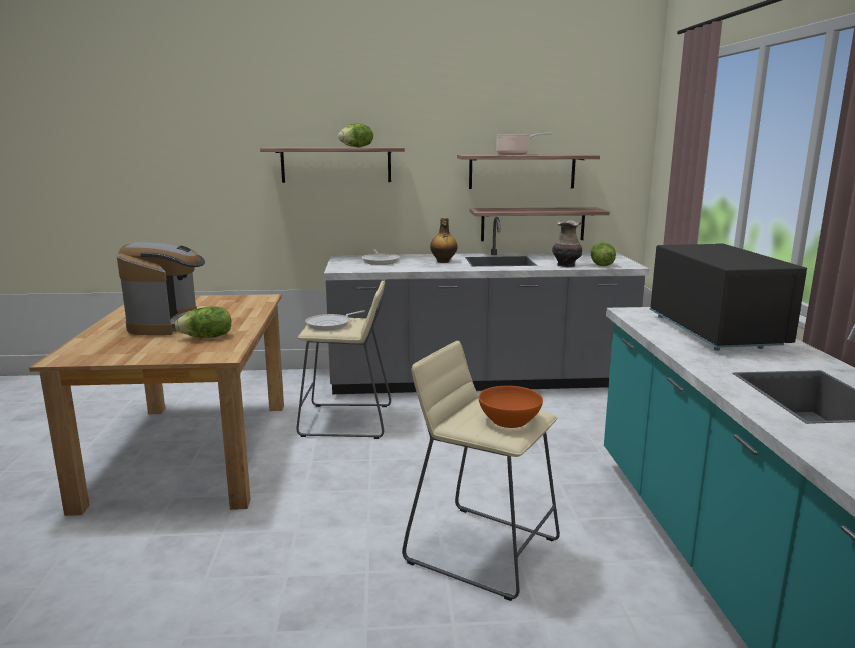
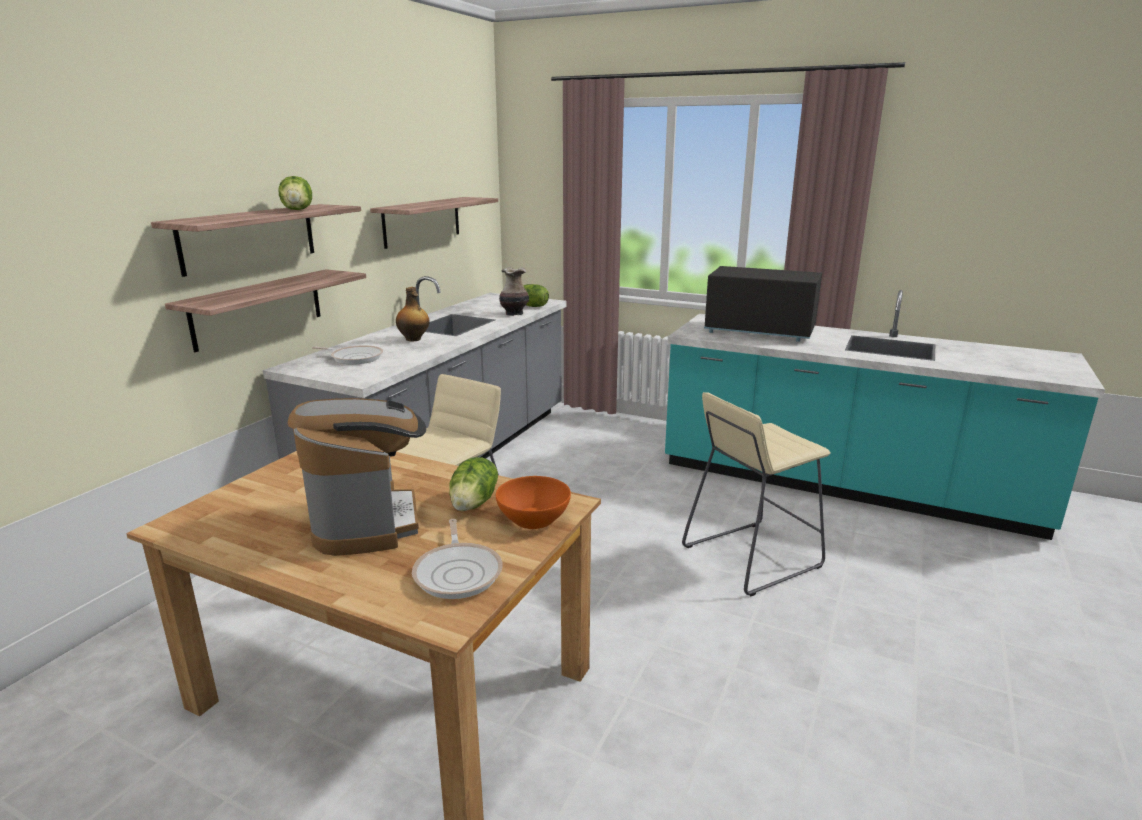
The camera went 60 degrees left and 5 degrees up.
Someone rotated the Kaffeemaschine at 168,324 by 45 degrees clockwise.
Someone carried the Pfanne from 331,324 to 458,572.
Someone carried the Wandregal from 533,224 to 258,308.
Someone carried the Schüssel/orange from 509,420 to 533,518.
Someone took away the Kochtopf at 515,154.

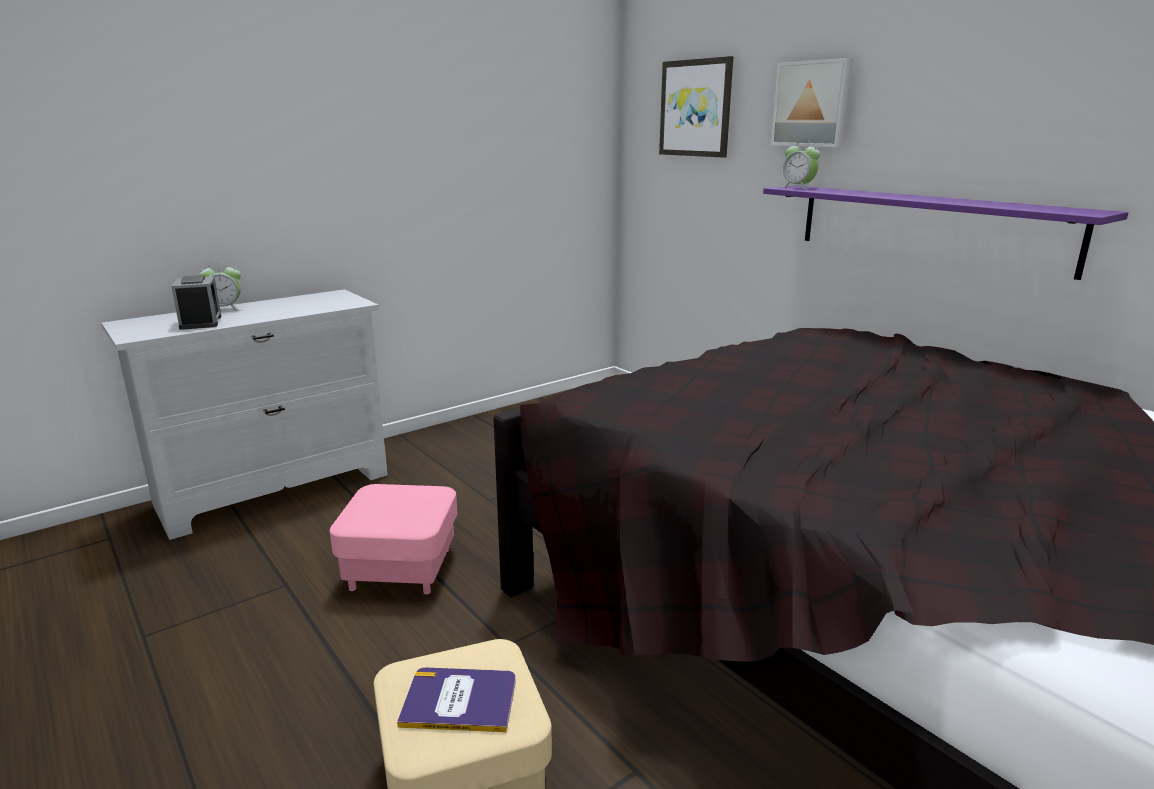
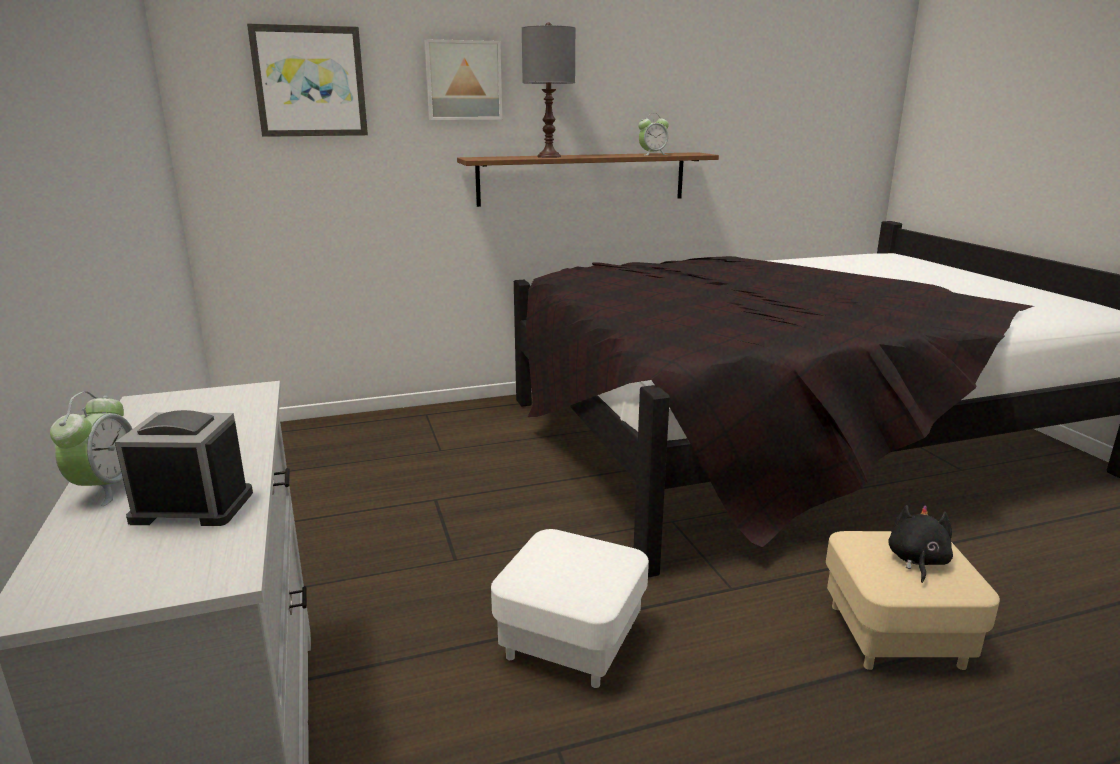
The camera went 70 degrees left and 0 degrees up.
Someone repainted the Polsterhocker/rosa at 401,569, which became the Polsterhocker/weiß at 571,641.
Someone swapped the Buch at 459,700 for the Plüschtier/schwarz at 917,561.
Someone repainted the Wandregal/lila at 928,227, which became the Wandregal/braun at 583,178.
Someone carried the Wecker from 798,187 to 652,154.
Someone put down the Tischlampe/grau at 548,156.

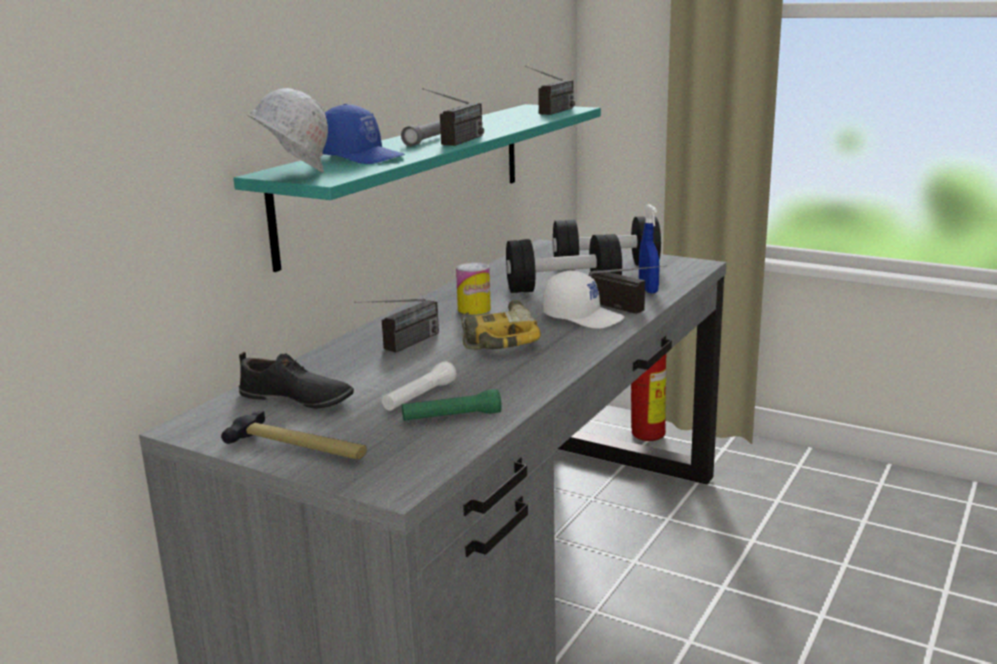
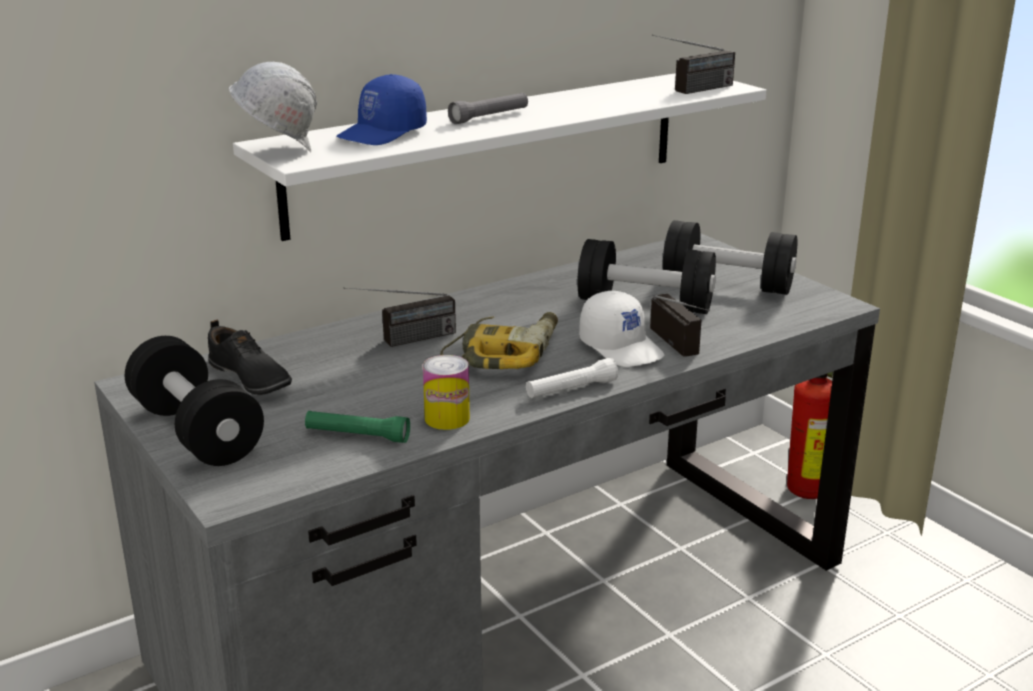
The camera went 25 degrees right and 5 degrees up.
Someone swapped the Hammer at 299,448 for the Hantel/schwarz at 196,432.
Someone repainted the Wandregal/türkis at 410,177, which became the Wandregal/weiß at 490,150.
Someone rotated the Kappe/blau at 362,157 by 75 degrees clockwise.
Someone carried the Taschenlampe/weiß from 419,397 to 571,389.
Someone took away the Radio at 456,143.
Someone carried the Dose from 474,309 to 447,418.
Someone took away the Sprühflasche/blau at 648,290.

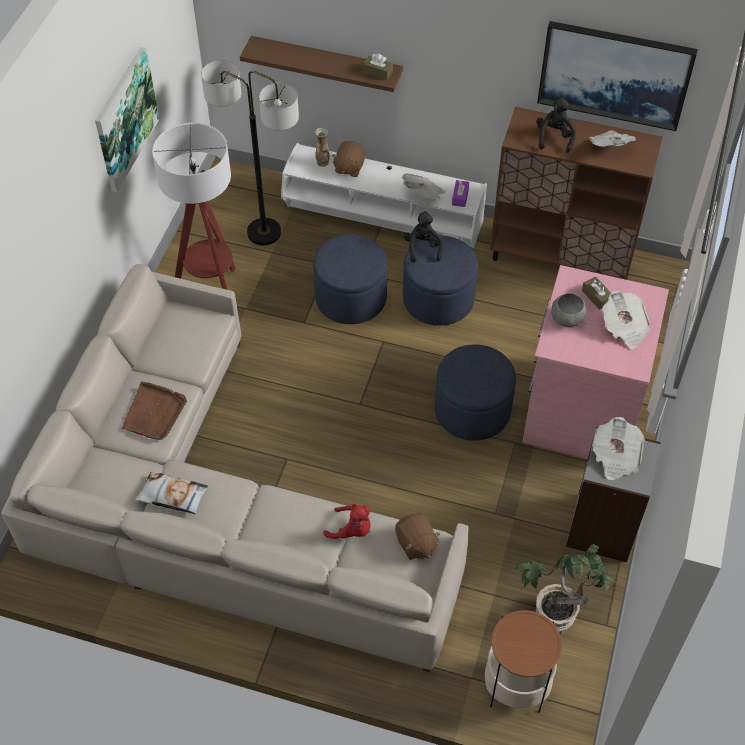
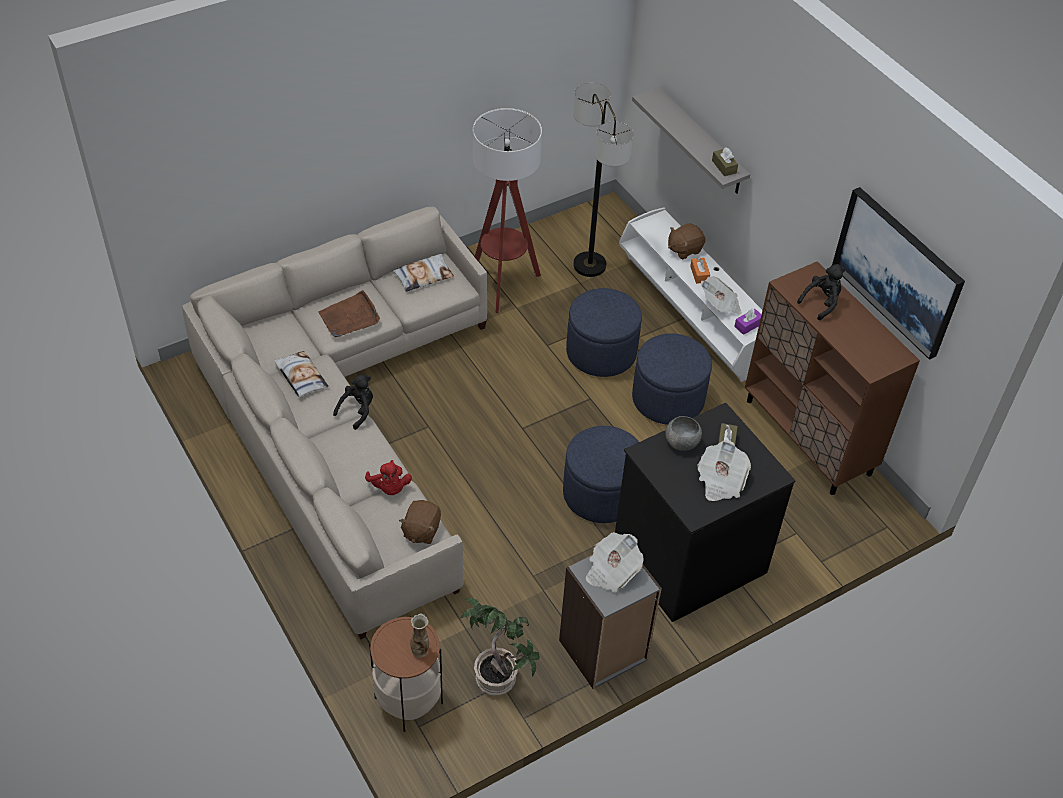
The camera went 40 degrees right and 5 degrees down.
Someone took away the Bild at 125,119.
Someone repainted the Wandregal/braun at 326,64, which became the Wandregal/grau at 701,142.
Someone carried the Vase from 322,162 to 420,650.
Someone carried the Plüschtier/schwarz from 423,248 to 357,410.
Someone repainted the Kommode/rosa at 580,410, which became the Kommode/schwarz at 688,556.
Someone took away the Zeitung at 610,148.
Someone put down the Kissen at 423,276.
Someone put down the Taschentuchbox/orange at 699,274.

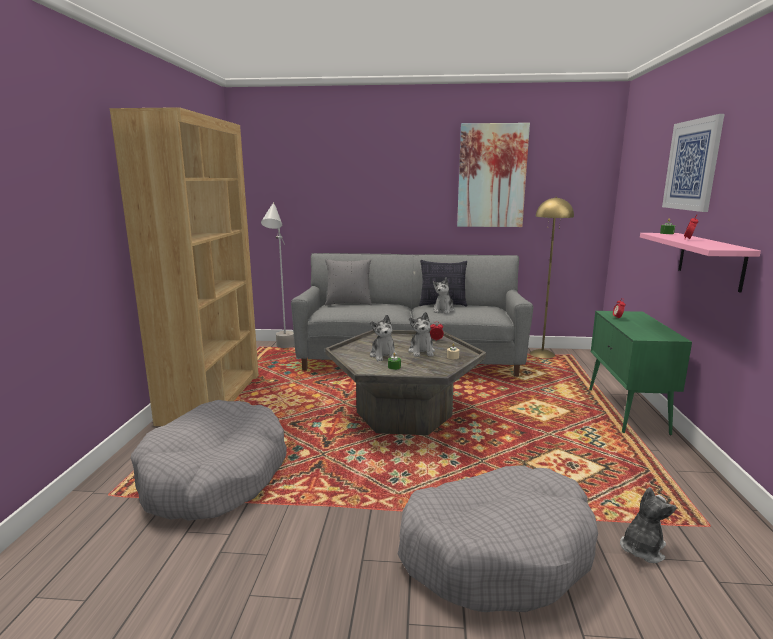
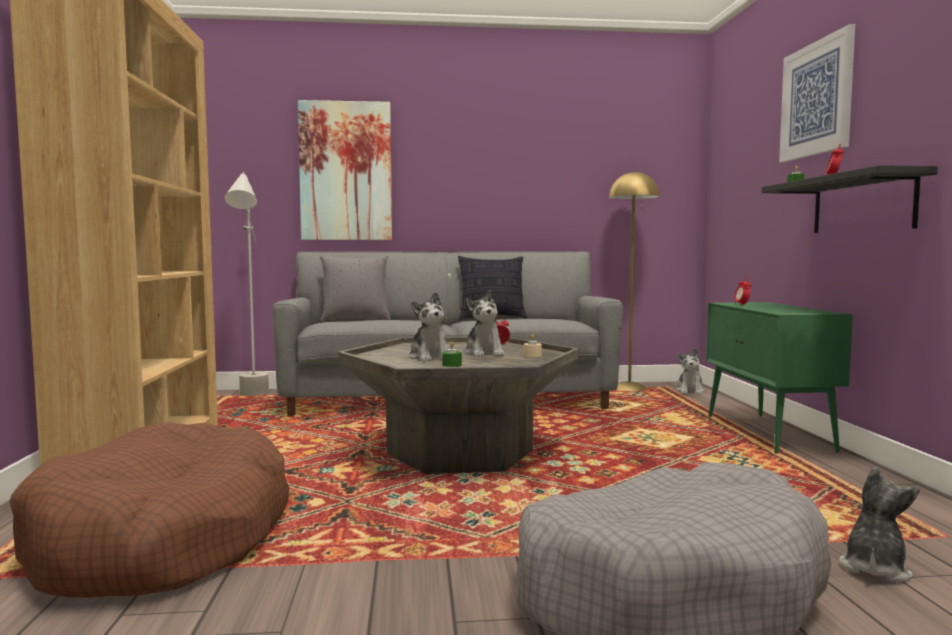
The camera went 10 degrees left and 10 degrees down.
Someone repainted the Hundebett/grau at 214,476, which became the Hundebett/braun at 163,539.
Someone carried the Plüschtier from 444,310 to 690,391.
Someone carried the Bild from 492,176 to 346,171.
Someone repainted the Wandregal/rosa at 710,260, which became the Wandregal/schwarz at 862,204.

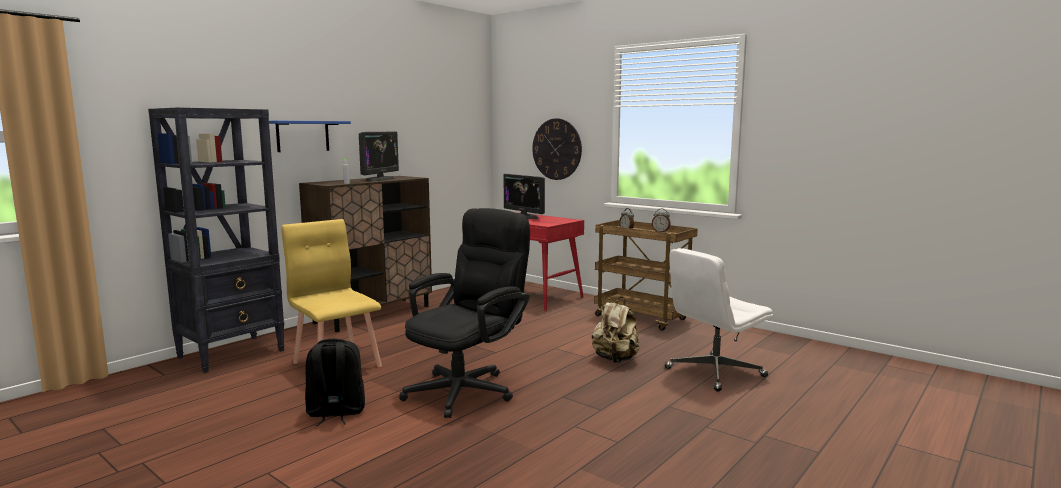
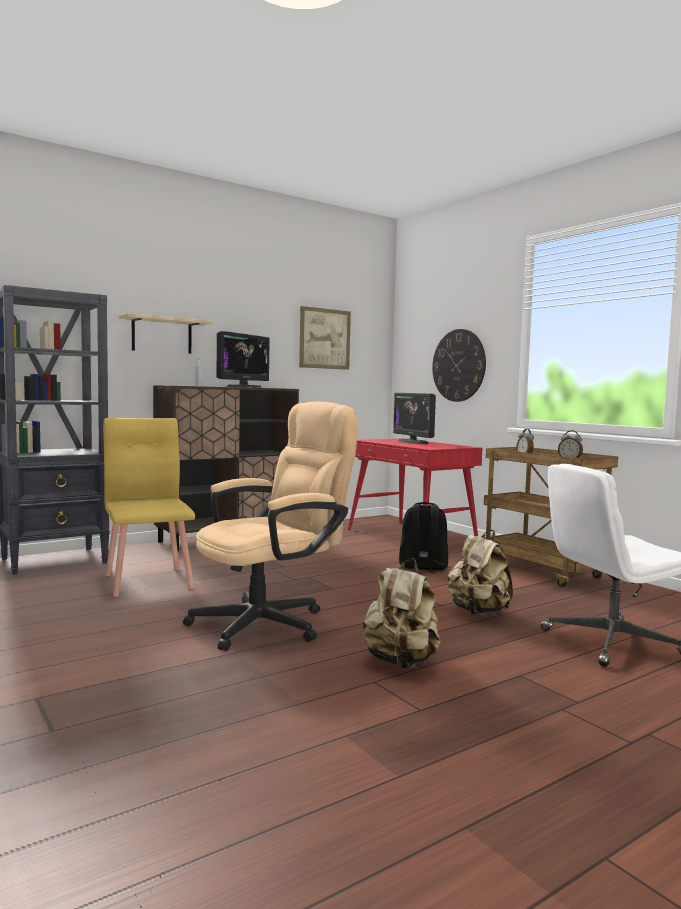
The camera went 15 degrees right and 5 degrees down.
Someone repainted the Wandregal/blau at 303,136, which became the Wandregal/beige at 162,335.
Someone carried the Rucksack/schwarz from 335,413 to 422,568.
Someone repainted the Bürostuhl/schwarz at 468,389, which became the Bürostuhl/beige at 271,622.
Someone put up the Bild at 324,338.
Someone put down the Rucksack/beige at 401,662.

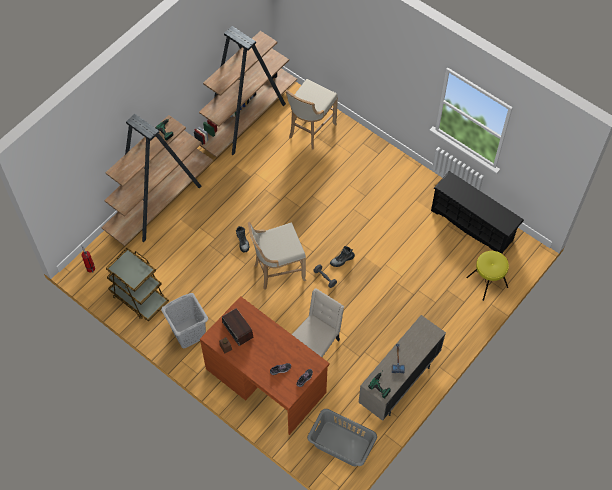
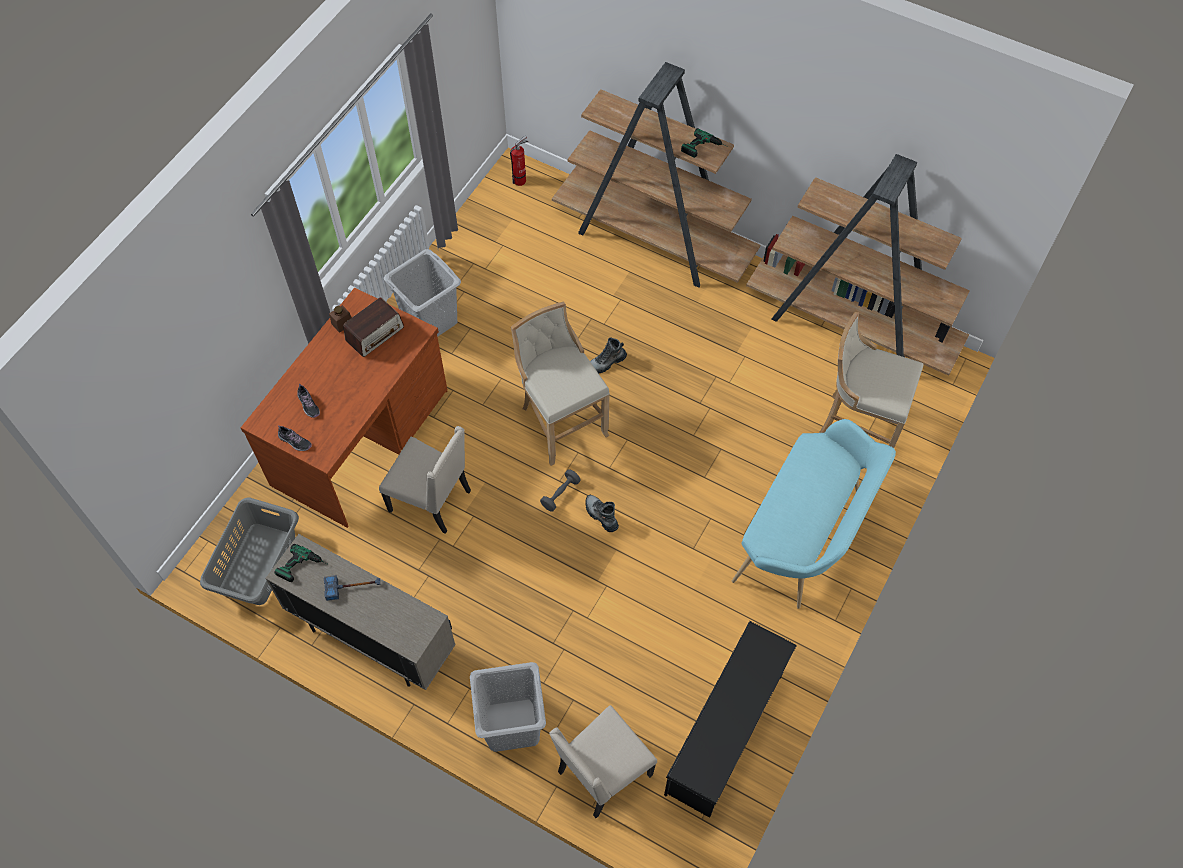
The camera went 80 degrees right and 0 degrees up.
Someone took away the Rollwagen/braun at 139,298.
Someone swapped the Hocker/gelb at 487,282 for the Stuhl/beige at 602,774.
Someone put down the Wäschekorb/grau at 511,724.
Someone put down the Bank/türkis at 804,537.

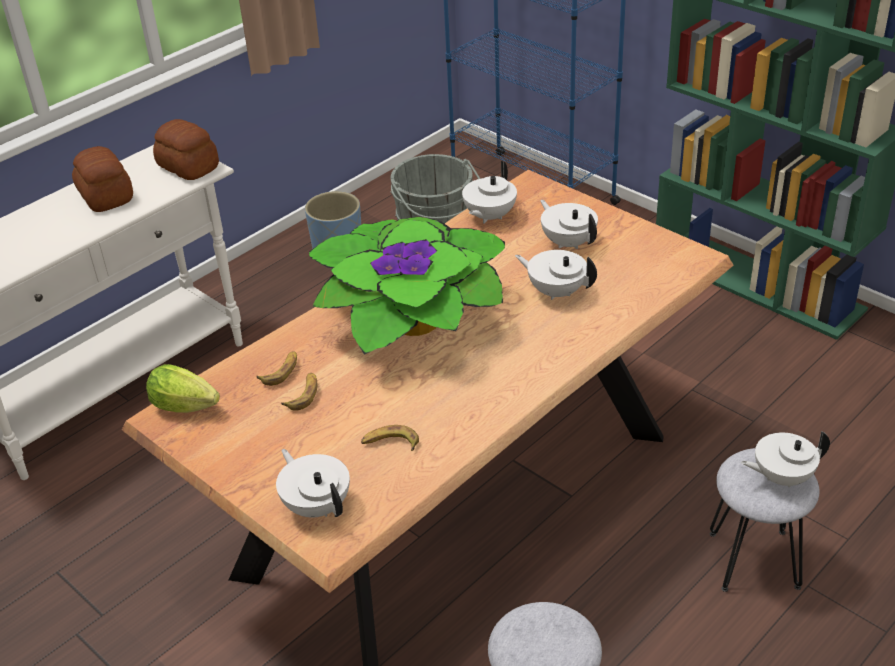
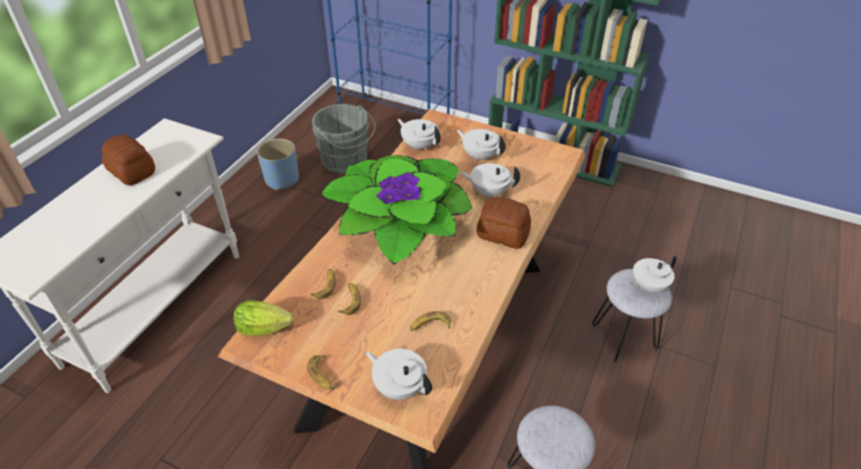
The camera went 20 degrees left and 5 degrees up.
Someone carried the Brot from 188,166 to 502,233.
Someone rotated the Teekanne/weiß at 489,216 by 120 degrees clockwise.
Someone put down the Banane at 322,375.

